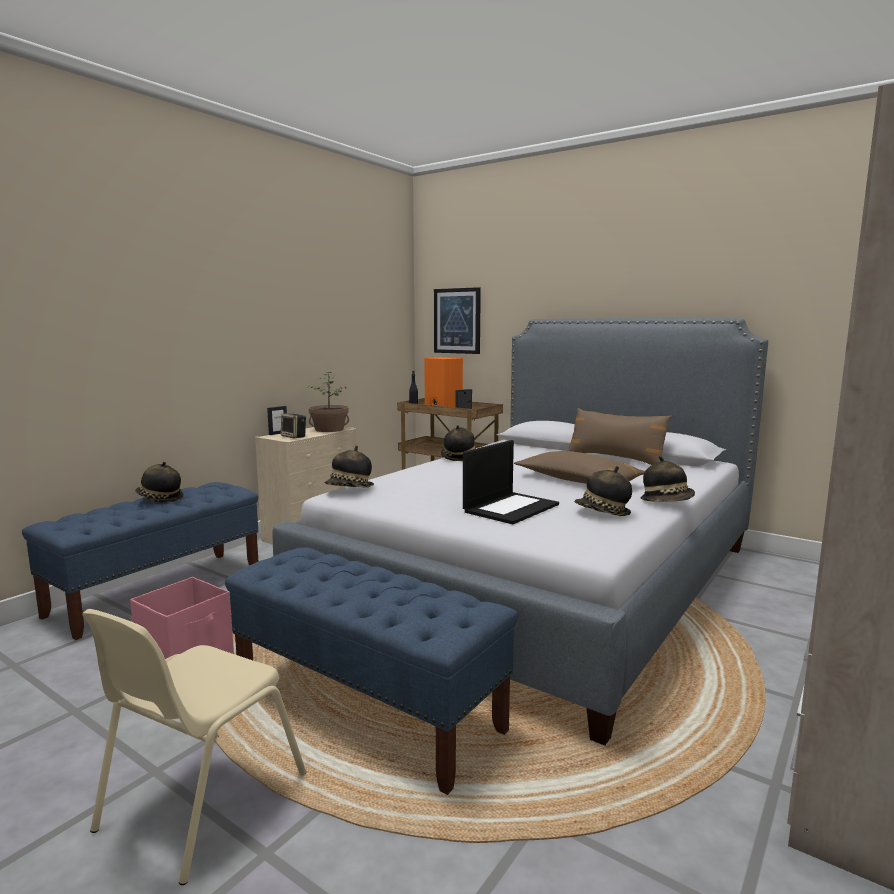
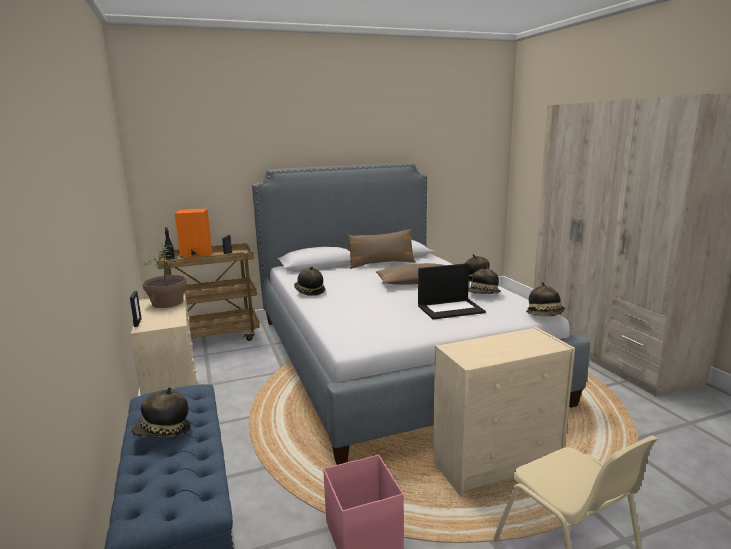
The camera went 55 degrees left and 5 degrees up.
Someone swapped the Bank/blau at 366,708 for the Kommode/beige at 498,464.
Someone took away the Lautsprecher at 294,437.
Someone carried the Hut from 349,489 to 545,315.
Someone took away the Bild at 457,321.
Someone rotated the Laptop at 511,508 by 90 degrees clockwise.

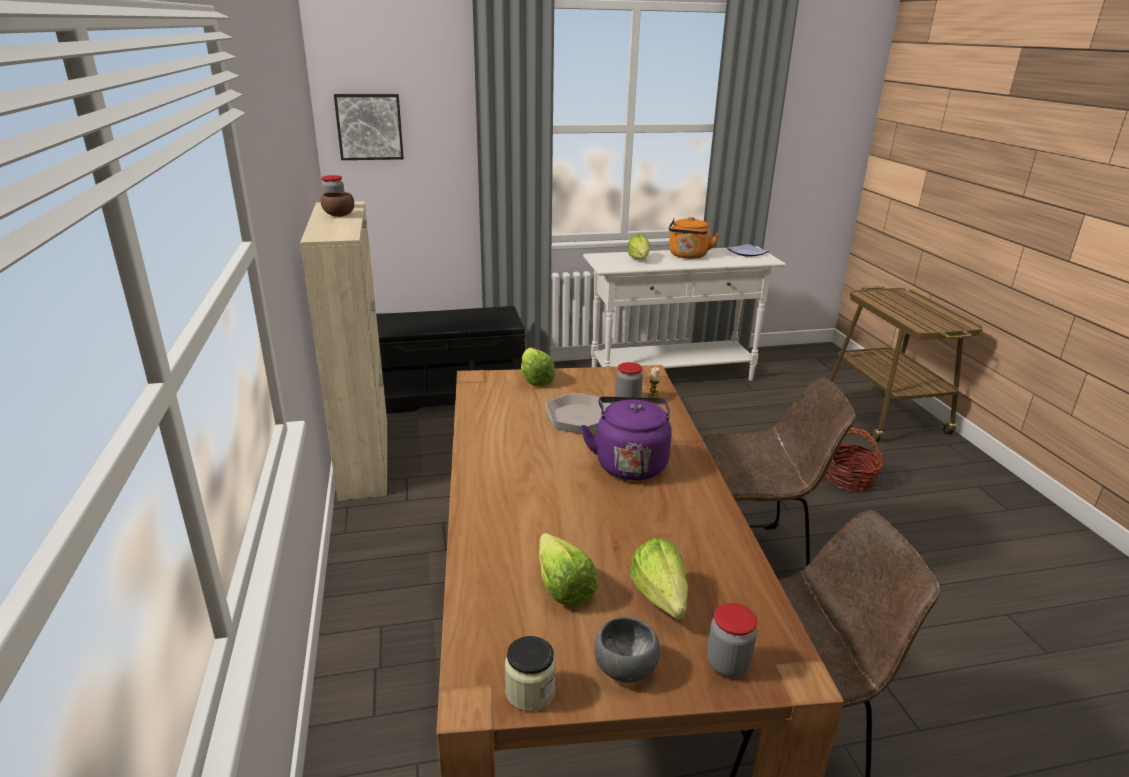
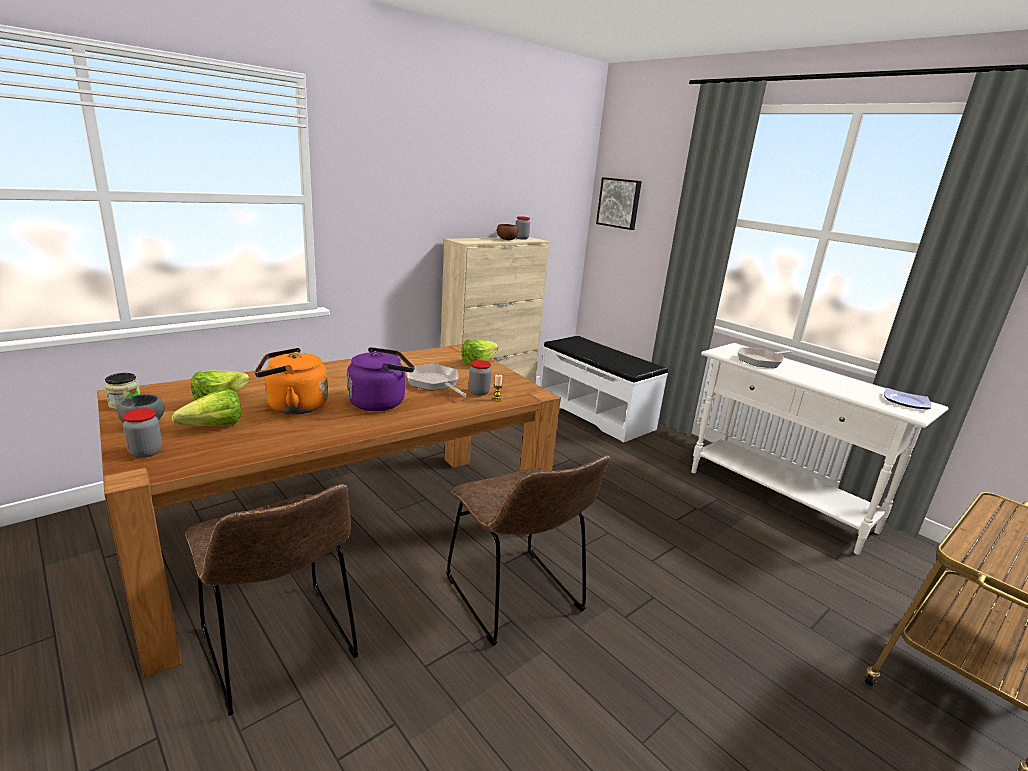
The camera went 60 degrees right and 5 degrees down.
Someone repainted the Bank/schwarz at 450,393, which became the Bank/weiß at 595,413.
Someone swapped the Salatkopf at 639,260 for the Pfanne at 761,361.
Someone carried the Wasserkessel/orange from 688,256 to 293,406.
Someone took away the Korb at 849,479.

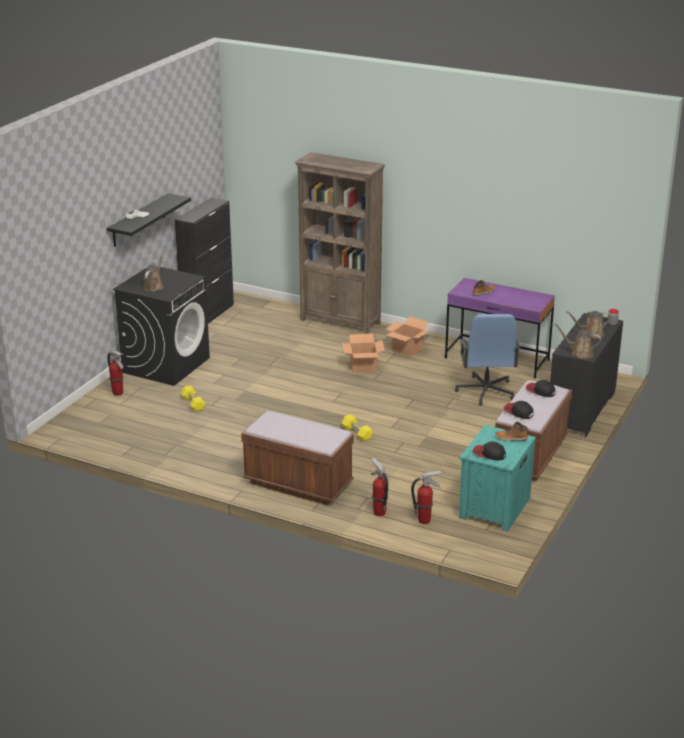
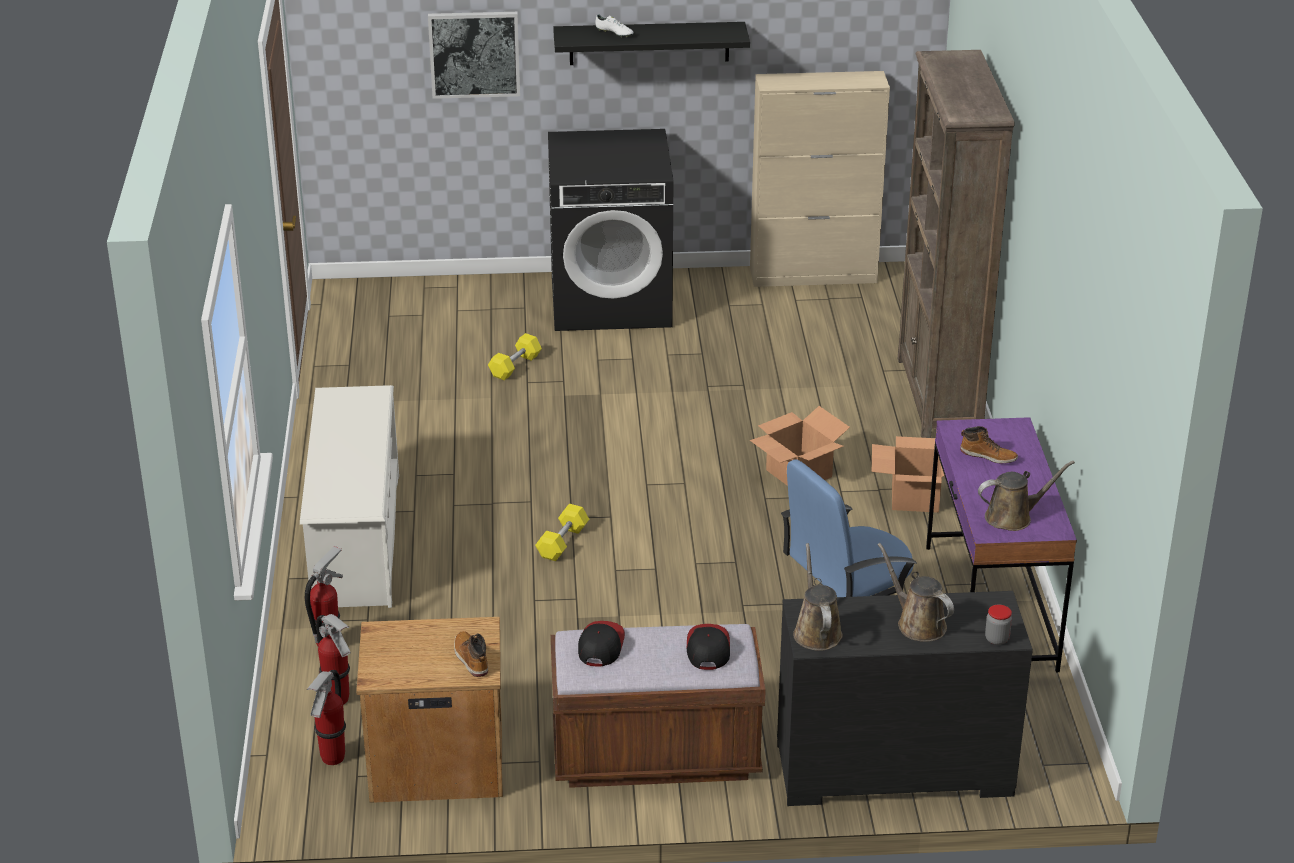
The camera went 60 degrees right and 5 degrees up.
Someone carried the Feuerlöscher from 118,393 to 332,758.
Someone carried the Gießkanne/braun from 154,286 to 1013,517.
Someone repainted the Schrank/schwarz at 208,315, which became the Schrank/beige at 814,275.
Someone swapped the Bank/braun at 298,484 for the Schuhregal/weiß at 356,539.
Someone repainted the Nachttisch/türkis at 493,508, which became the Nachttisch/braun at 435,763.
Someone took away the Kappe at 489,454.
Someone put up the Bild at 474,54.

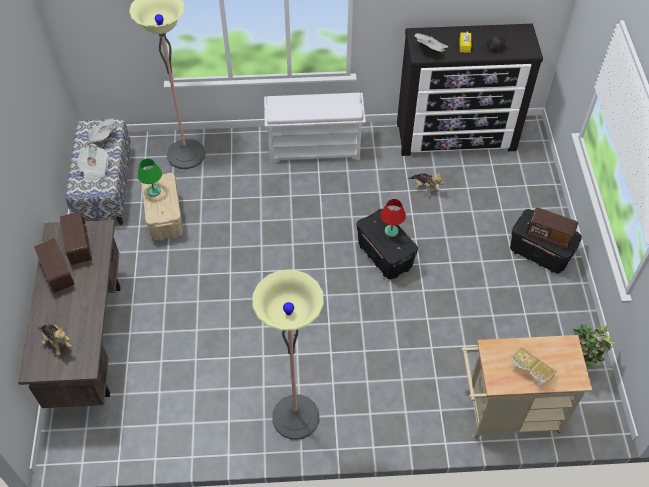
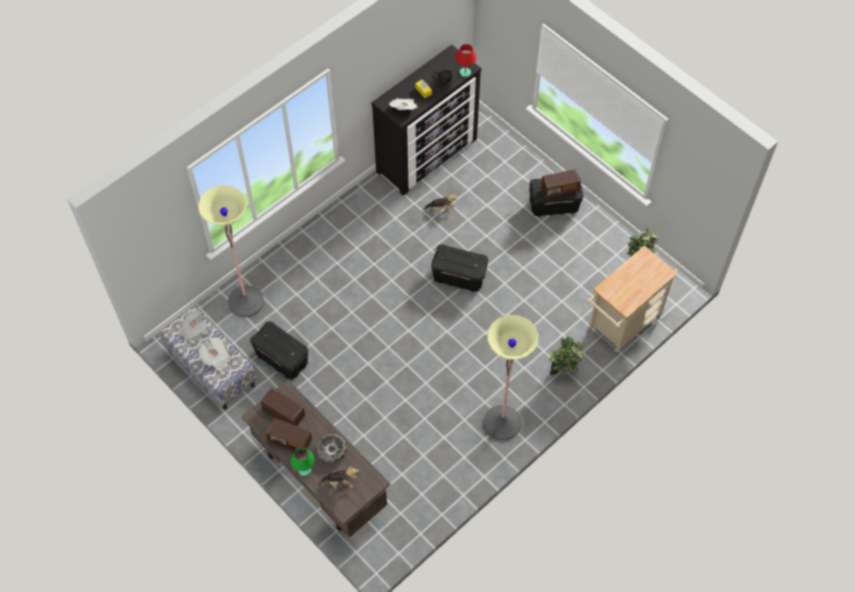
The camera went 40 degrees left and 5 degrees up.
Someone carried the Tischlampe/grün from 153,191 to 304,470.
Someone repainted the Aufbewahrungsbox/beige at 165,218, which became the Aufbewahrungsbox/schwarz at 281,359.
Someone took away the Bank/weiß at 315,149.
Someone carried the Tischlampe/rot from 391,231 to 465,73.
Someone took away the Buch at 530,371.
Someone put down the Schüssel at 331,450.
Someone put down the Topfpflanze at 563,373.

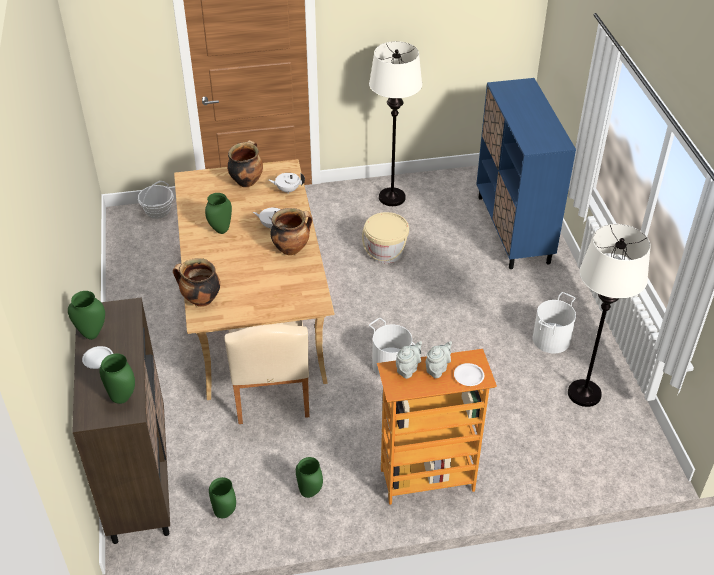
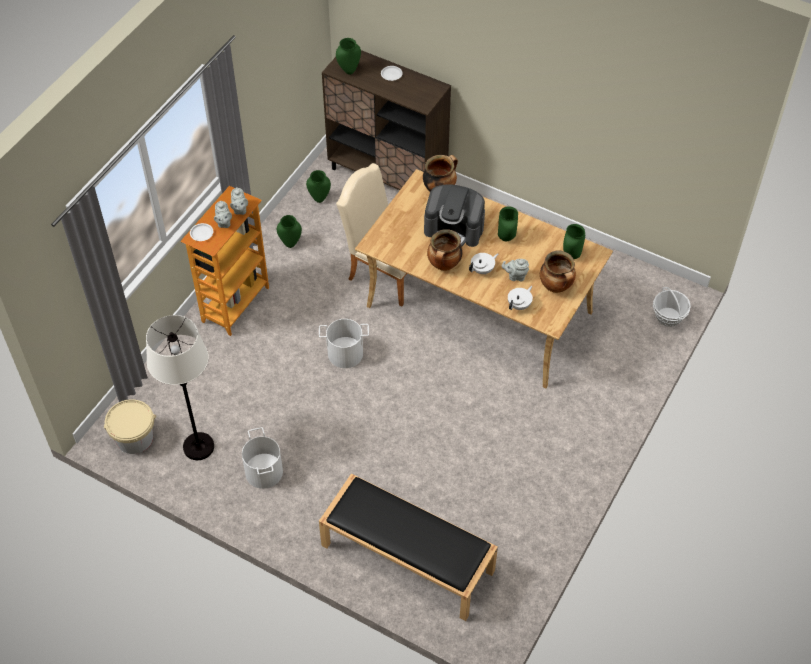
The camera went 130 degrees right and 10 degrees up.
Someone carried the Vase/grün from 92,334 to 572,256.
Someone carried the Eimer/beige from 385,252 to 134,438.
Someone took away the Stehlampe/weiß at 392,198.
Someone swapped the Schrank/blau at 513,229 for the Bank/schwarz at 406,558.
Someone put down the Kaffeemaschine at 454,229.
Someone put down the Teekanne/grau at 515,276.

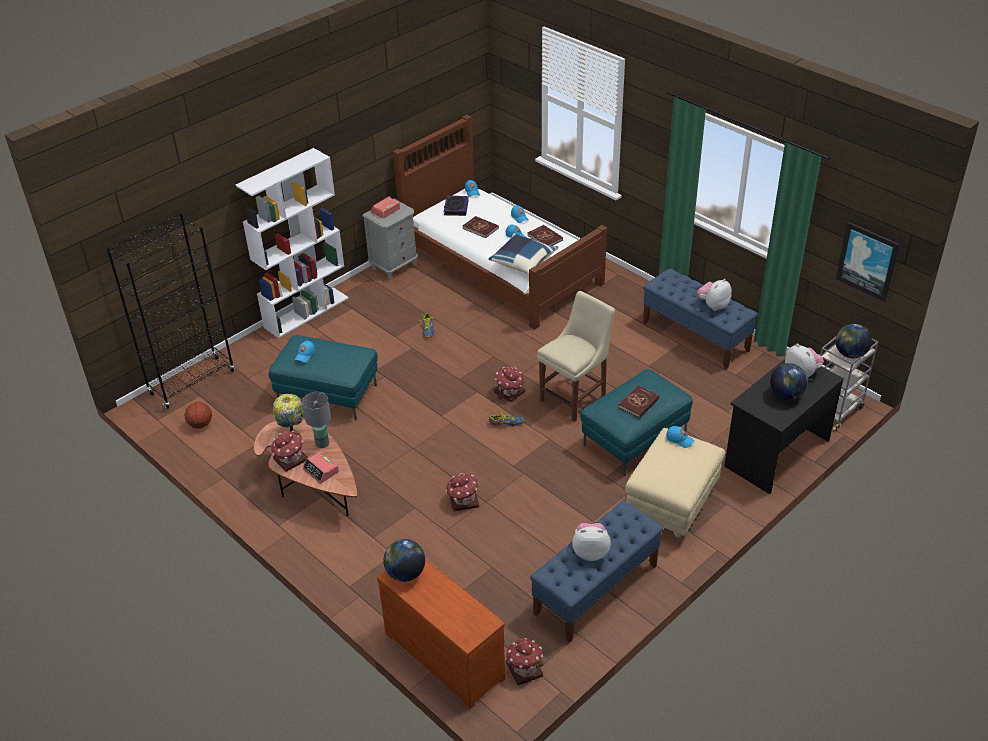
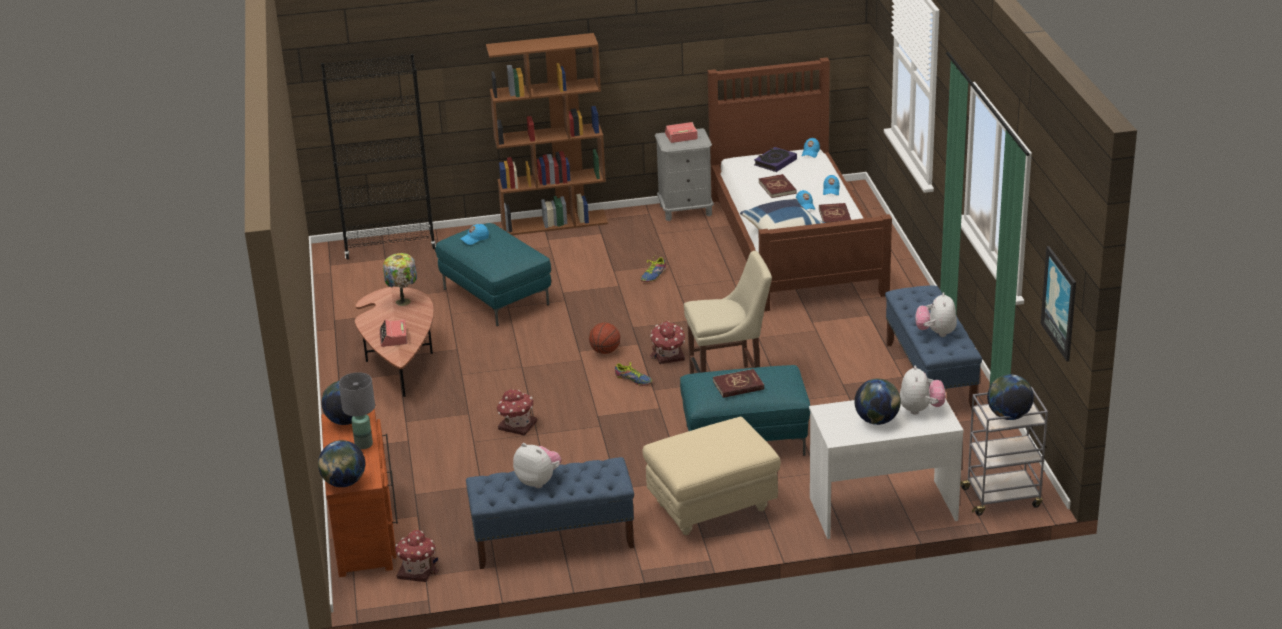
The camera went 35 degrees right and 10 degrees down.
Someone carried the Basketball from 200,424 to 605,351.
Someone repainted the Bücherregal/weiß at 306,312, which became the Bücherregal/braun at 555,223.
Someone took away the Spielzeughaus at 290,460.
Someone carried the Tischlampe/grau from 322,443 to 363,444.
Someone took away the Kappe/blau at 679,440.
Someone rotated the Plüschtier at 713,305 by 75 degrees counterclockwise.
Someone repainted the Schreibtisch/schwarz at 775,452, which became the Schreibtisch/weiß at 882,508.
Someone put down the Globus at 344,483.

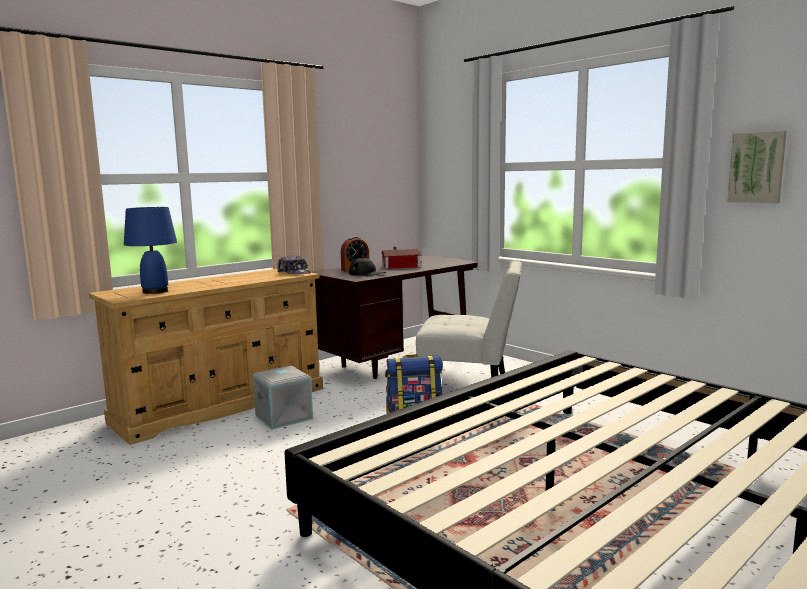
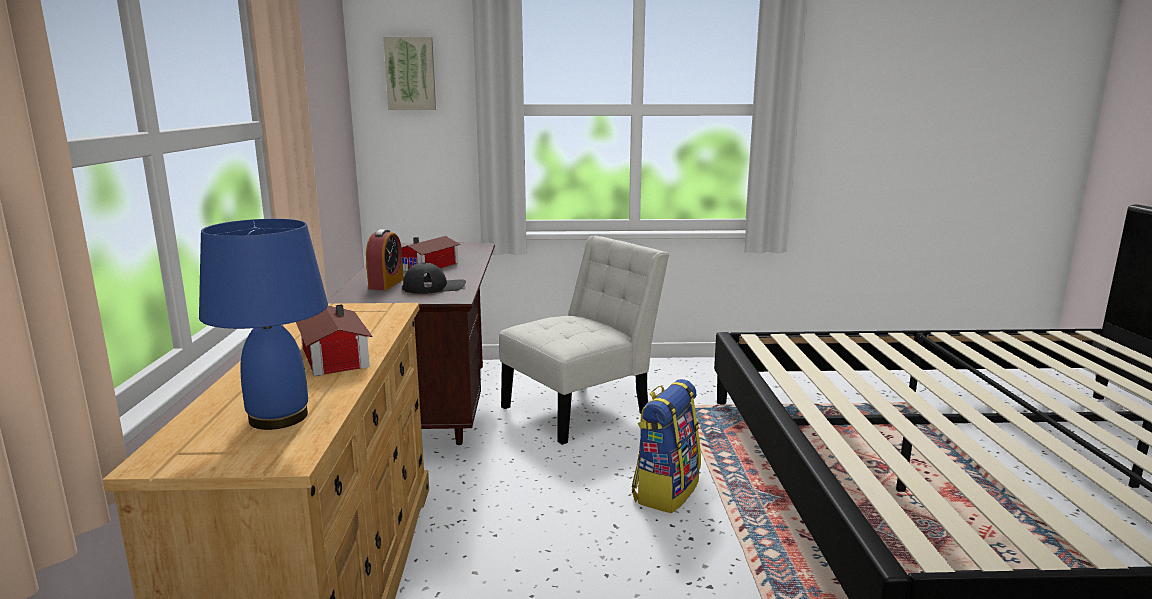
The camera went 50 degrees left and 5 degrees up.
Someone took away the Aufbewahrungsbox/grau at 285,417.
Someone took away the Kappe at 294,272.
Someone carried the Bild from 757,167 to 410,74.
Someone put down the Spielzeughaus at 332,358.

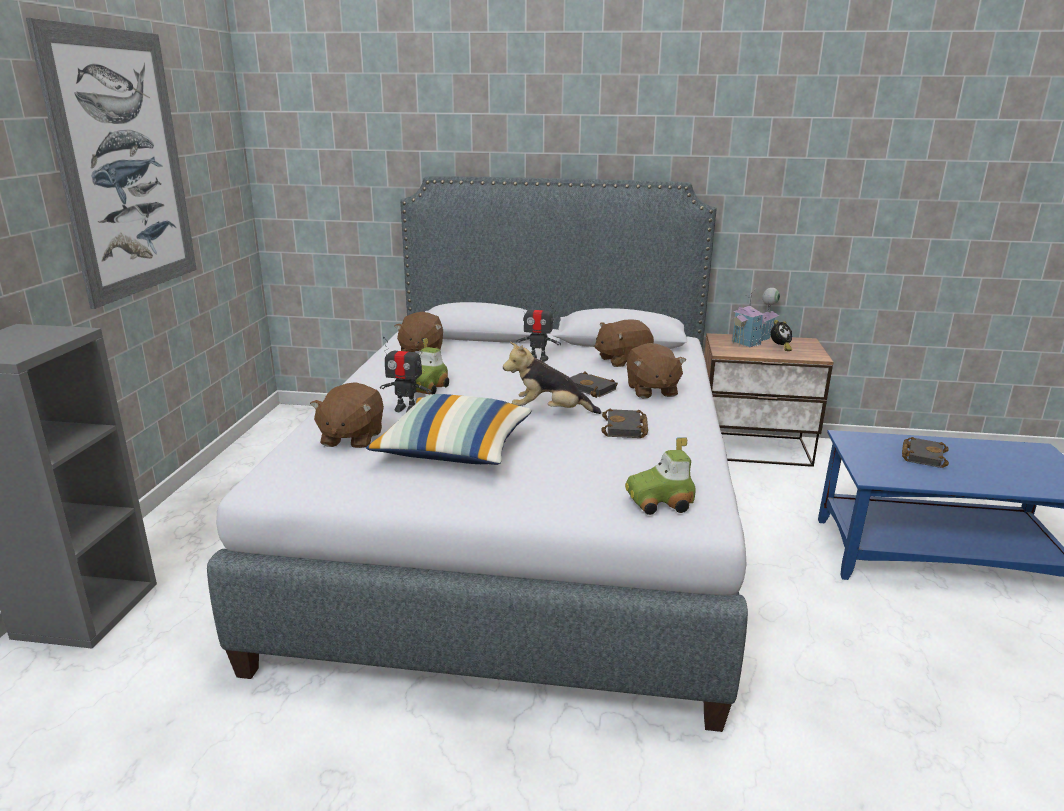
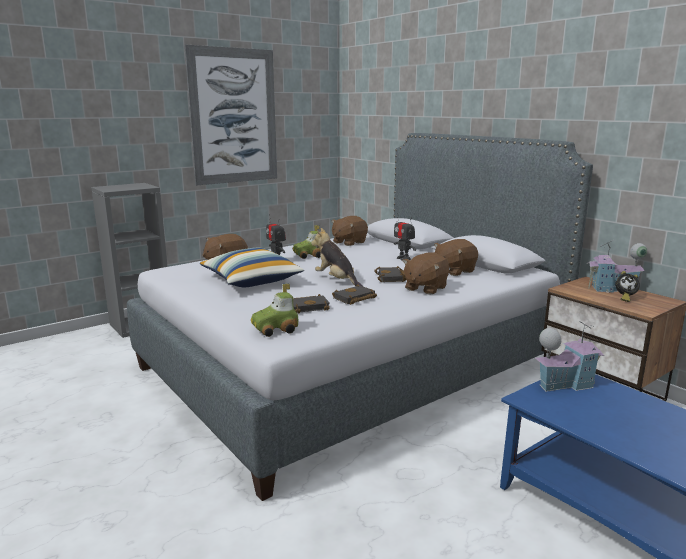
The camera went 45 degrees right and 5 degrees down.
Someone rotated the Plüschtier/braun at 622,360 by 60 degrees counterclockwise.
Someone rotated the Spielzeugauto at 659,502 by 60 degrees counterclockwise.
Someone carried the Buch/schwarz from 922,455 to 309,307.
Someone put down the Spielzeughaus at 564,384.

